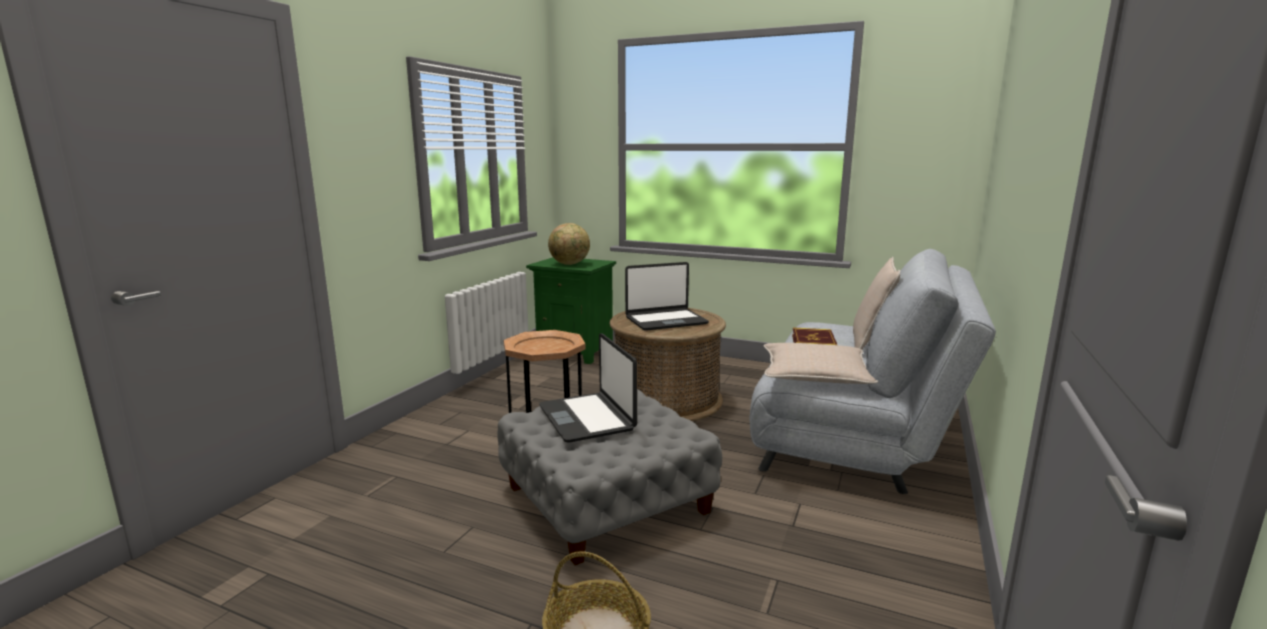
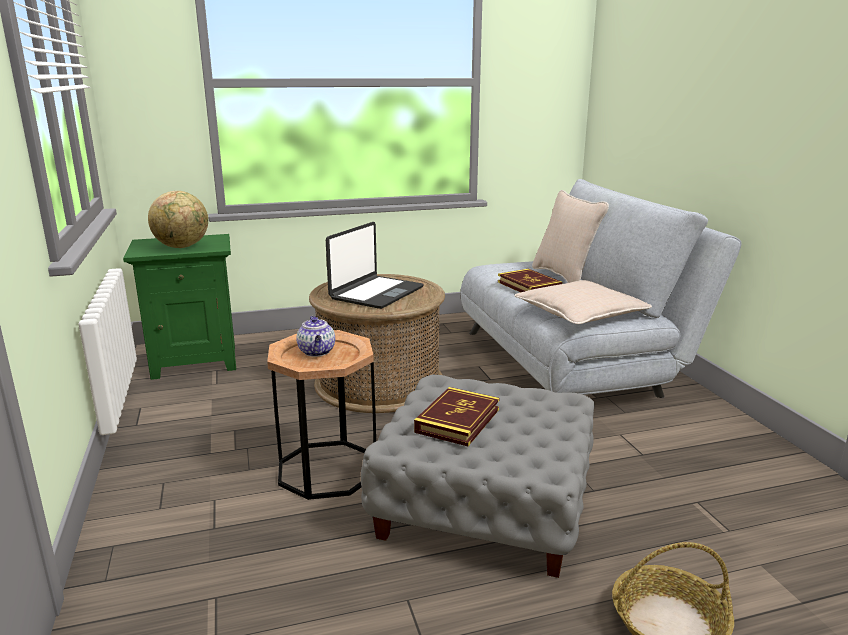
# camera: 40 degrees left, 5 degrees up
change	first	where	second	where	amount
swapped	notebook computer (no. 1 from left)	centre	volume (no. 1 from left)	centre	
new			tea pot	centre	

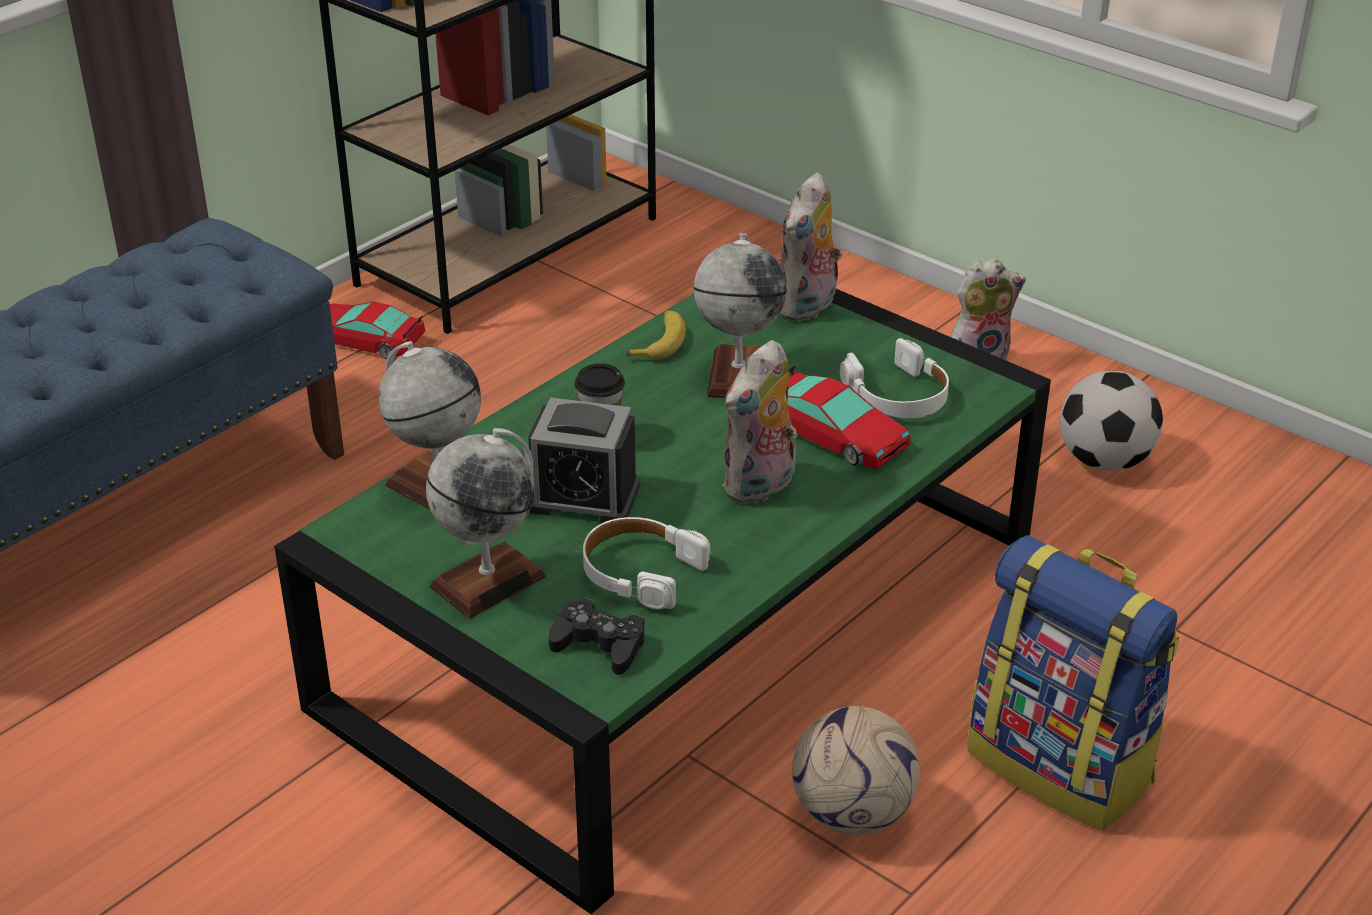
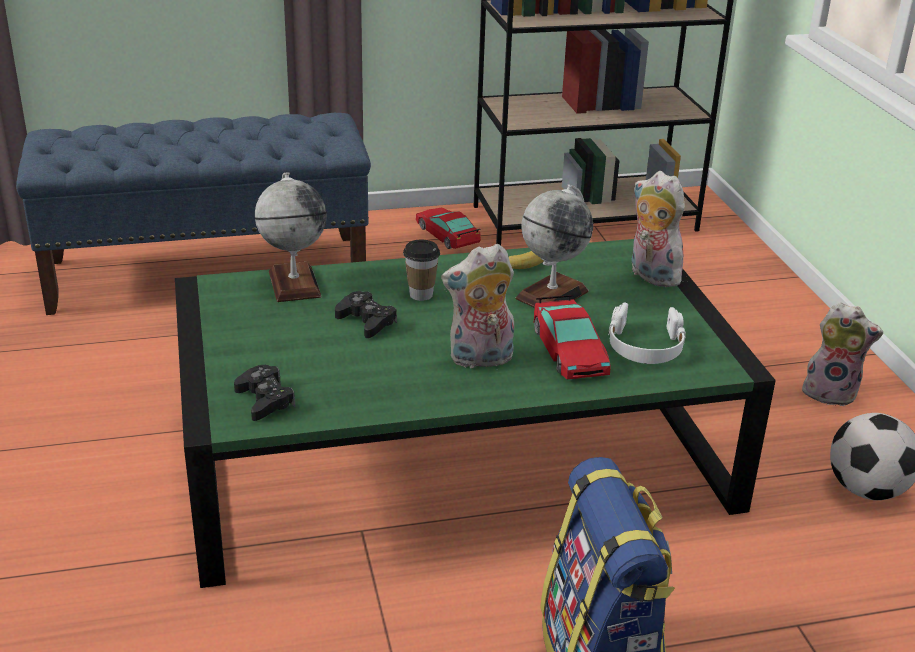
# camera: 35 degrees right, 5 degrees down
change	first	where	second	where	amount
gone	globe (no. 2 from left)	centre			
swapped	bedside clock	centre	black joypad (no. 2 from left)	centre	
gone	white-coloured headset (no. 1 from left)	centre			
rotated	cuddly toy (no. 2 from left)	top centre		middle right	75 degrees clockwise
gone	football (no. 1 from left)	bottom centre			

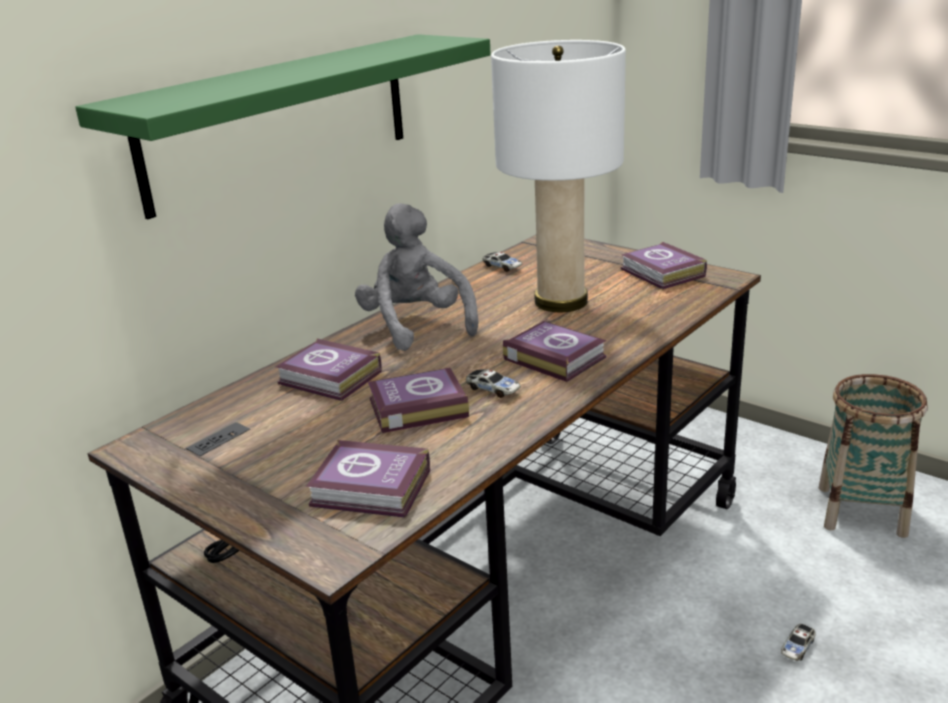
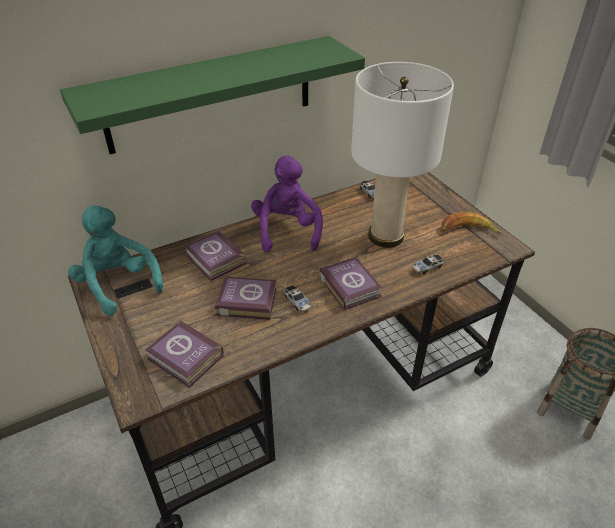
# camera: 20 degrees right, 15 degrees up
change	first	where	second	where	amount
repainted	greyish cuddly toy	centre	purple cuddly toy	centre	
swapped	volume (no. 5 from left)	middle right	banana	middle right	
shifted	toy car (no. 3 from left)	bottom right		middle right	
new			blue-green cuddly toy	middle left	

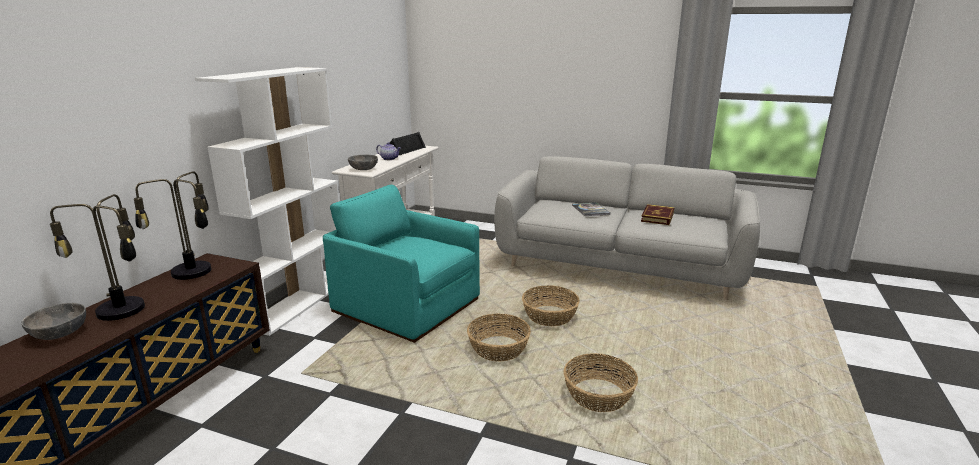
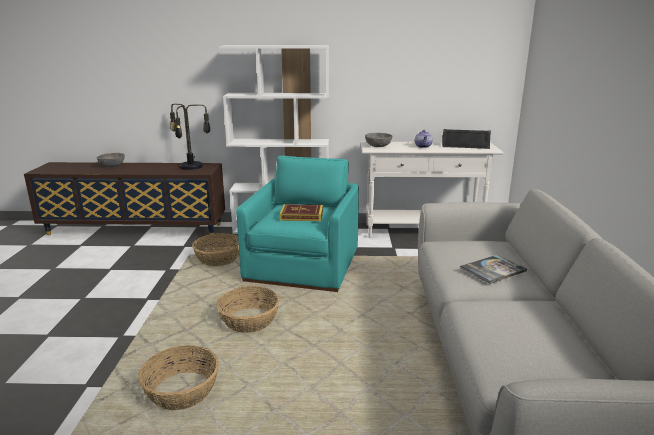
# camera: 70 degrees right, 0 degrees up
change	first	where	second	where	amount
gone	lamp for a table (no. 1 from left)	middle left			
shifted	storage basket (no. 2 from left)	centre		middle left	
shifted	volume (no. 2 from left in the first image)	middle right	volume (no. 1 from left)	centre	

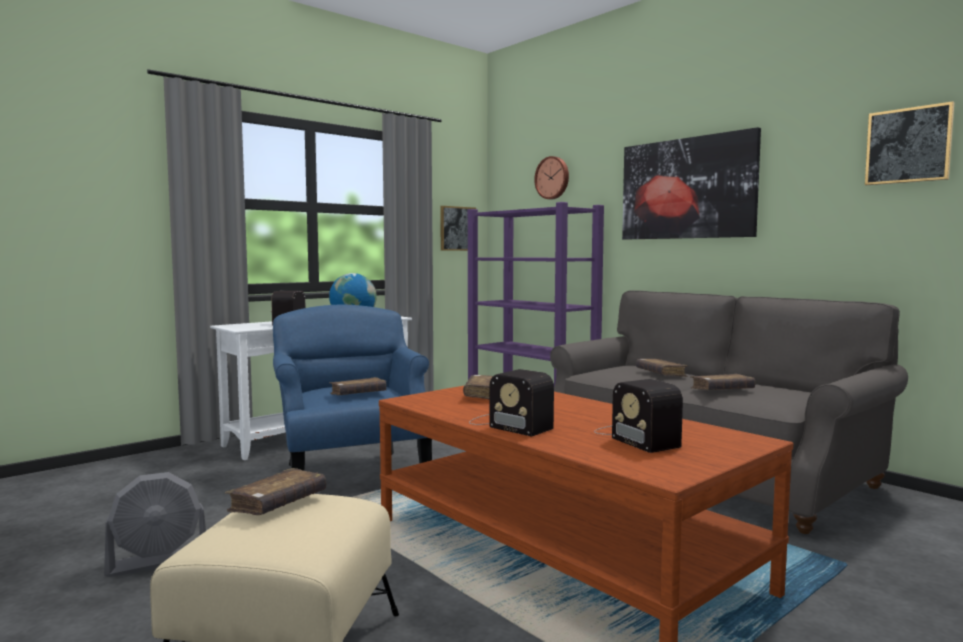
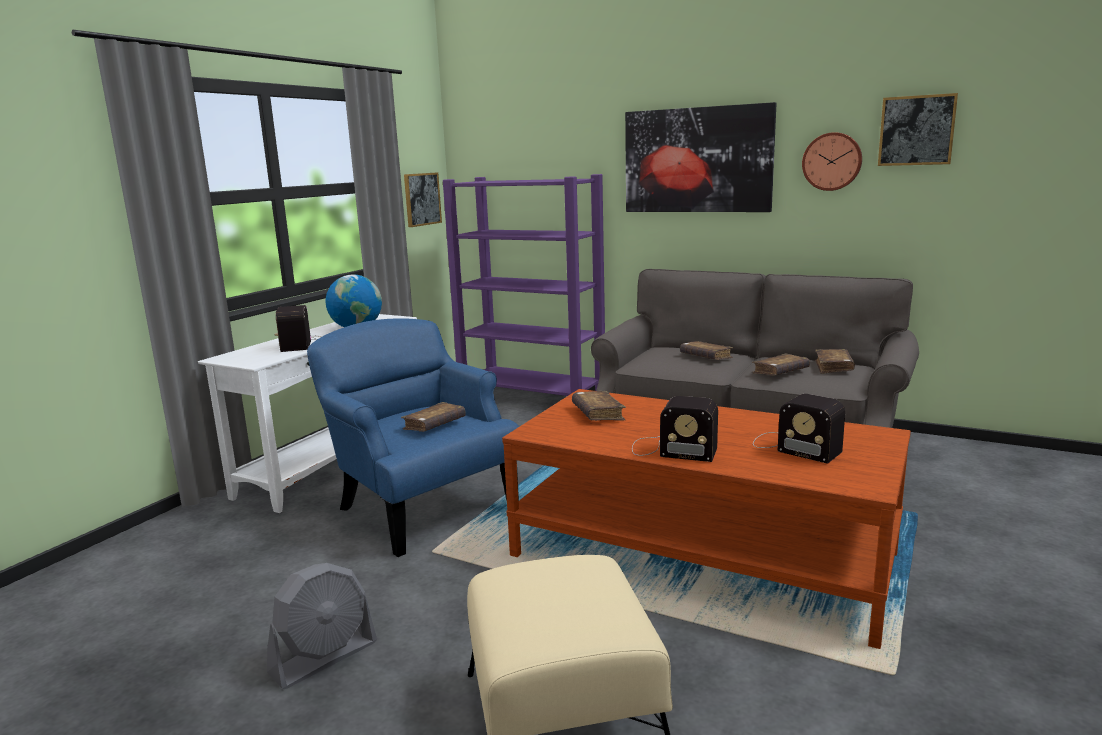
# camera: 20 degrees left, 10 degrees up
change	first	where	second	where	amount
shifted	brownish volume (no. 1 from left in the first image)	bottom left	brownish volume (no. 5 from left)	middle right	
shifted	clock on the wall	top centre		top right	

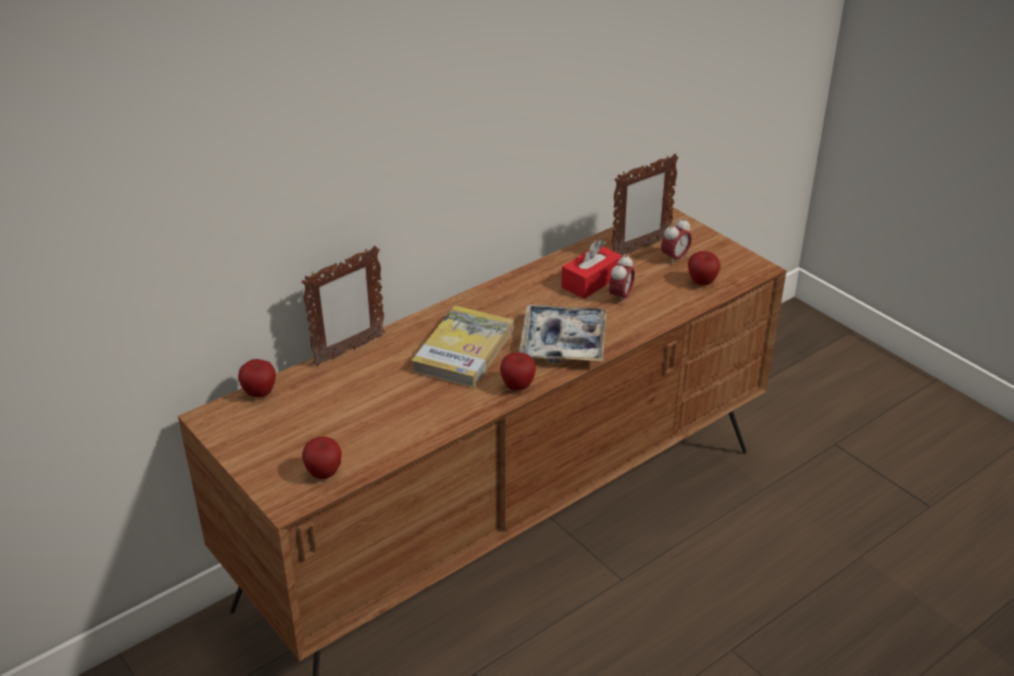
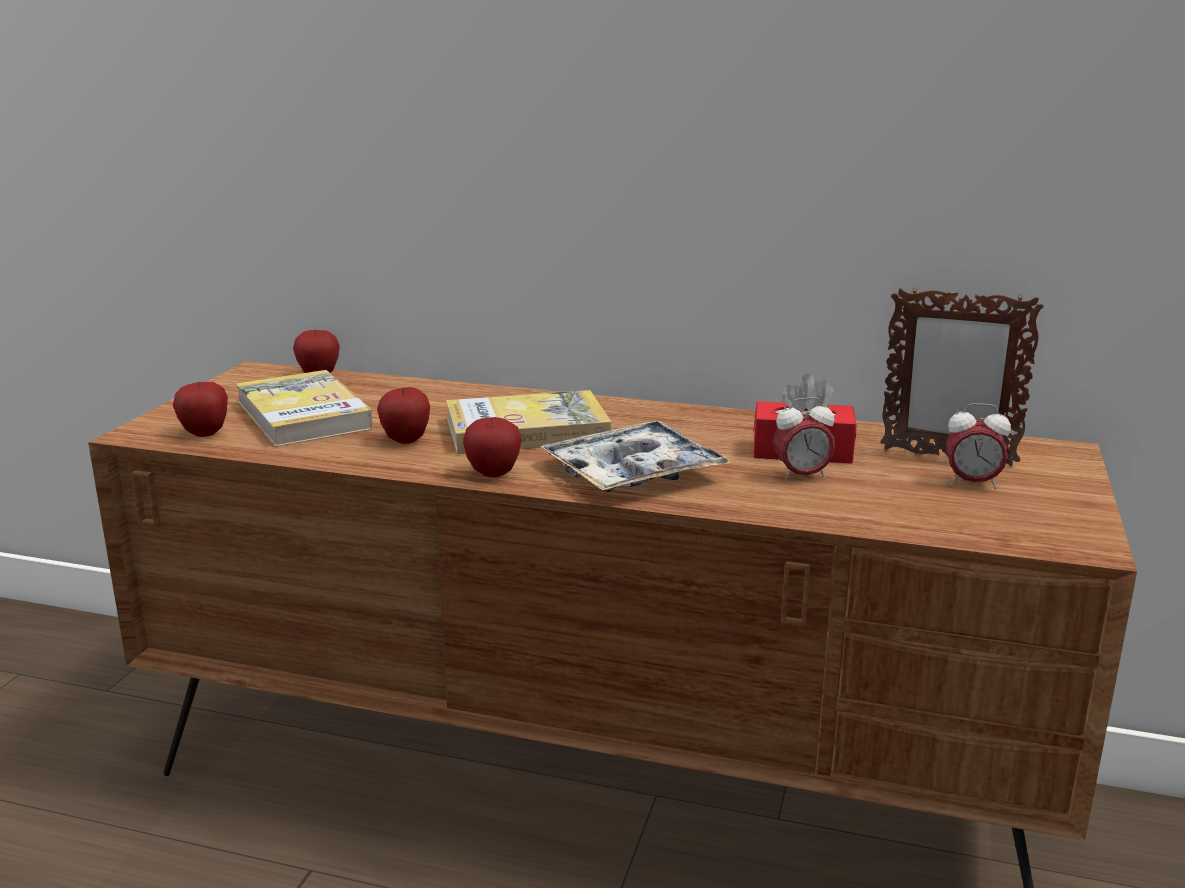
# camera: 55 degrees right, 15 degrees down
change	first	where	second	where	amount
gone	photo frame (no. 1 from left)	centre			
shifted	apple (no. 4 from left in the first image)	middle right	apple (no. 3 from left)	centre	
new			volume (no. 1 from left)	middle left	

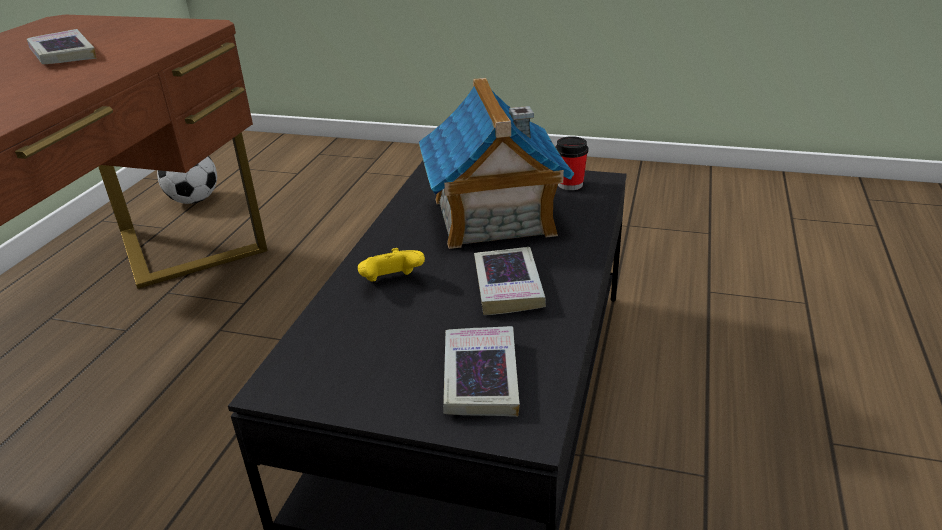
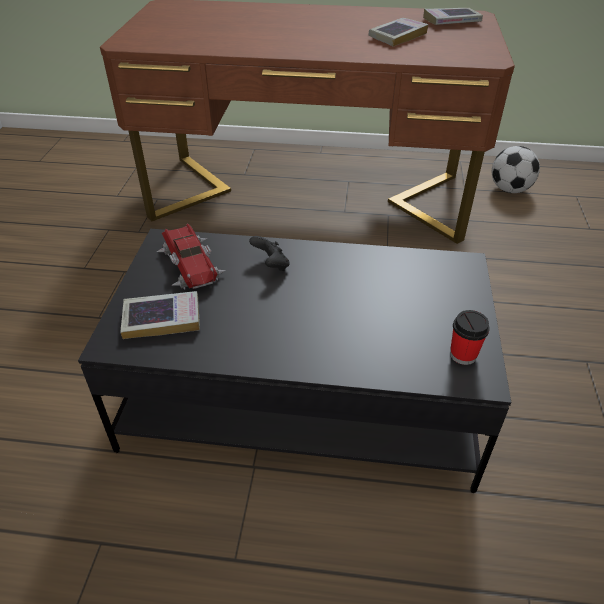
# camera: 80 degrees right, 10 degrees up
change	first	where	second	where	amount
repainted	yellowish joypad	centre	black joypad	centre	
gone	toy house	top centre			
shifted	volume (no. 3 from left)	centre		top right	
new			toy car	middle left	

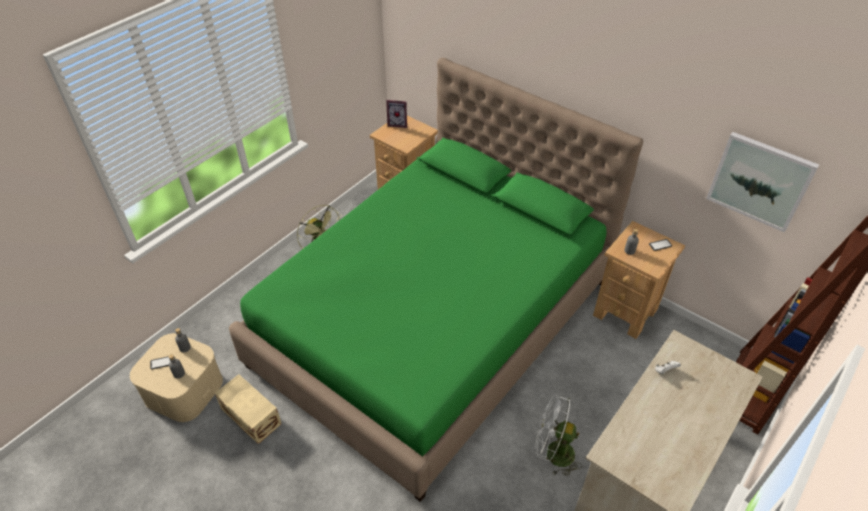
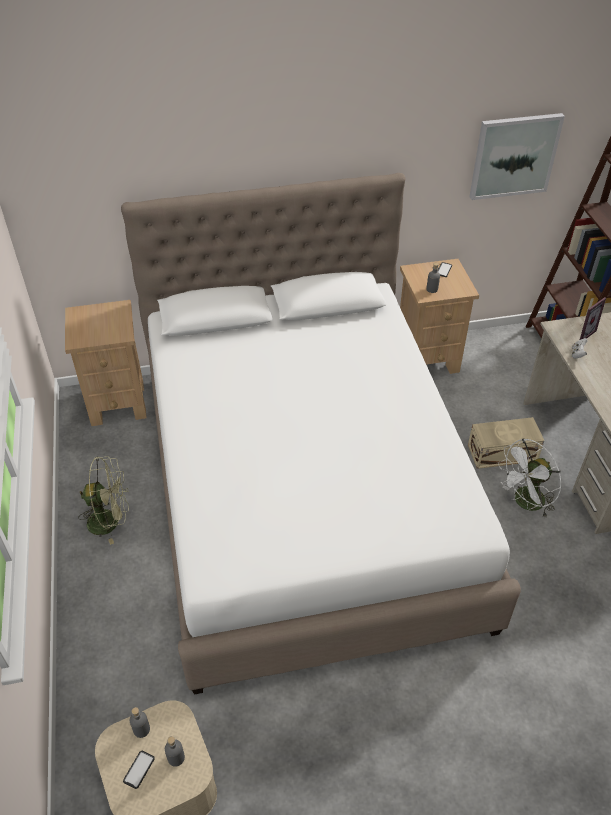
# camera: 50 degrees left, 0 degrees up
change	first	where	second	where	amount
shifted	beige-coloured storage bin (no. 2 from left)	bottom left		middle right	
repainted	greenish bed	centre	white-coloured bed	centre	
shifted	photo frame	top centre		middle right	

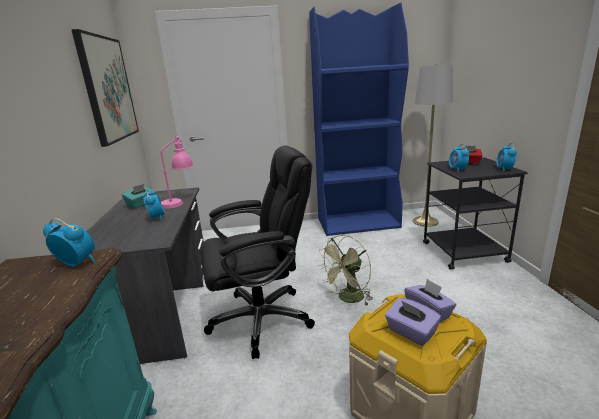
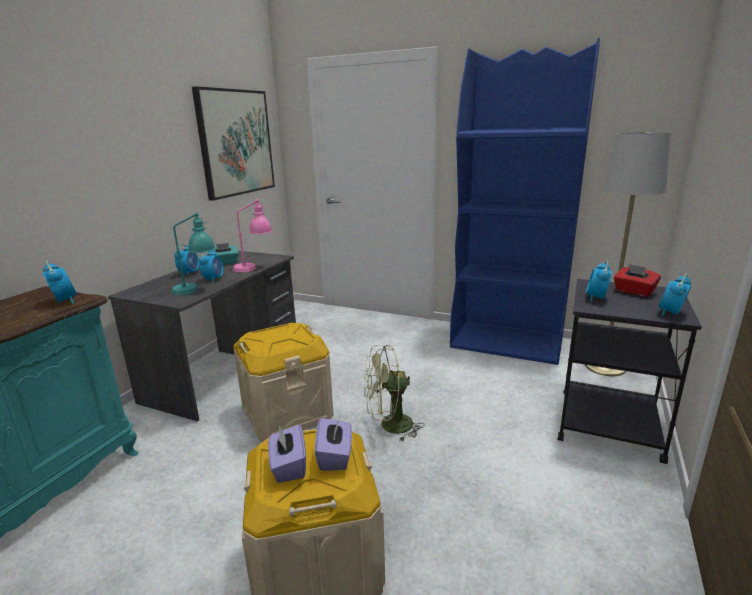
# camera: 30 degrees right, 0 degrees up
change	first	where	second	where	amount
swapped	black desk chair	centre	beige-coloured storage bin (no. 1 from left)	centre	
new			blue-green lamp for a table	middle left	
new			bedside clock (no. 2 from left)	middle left	

